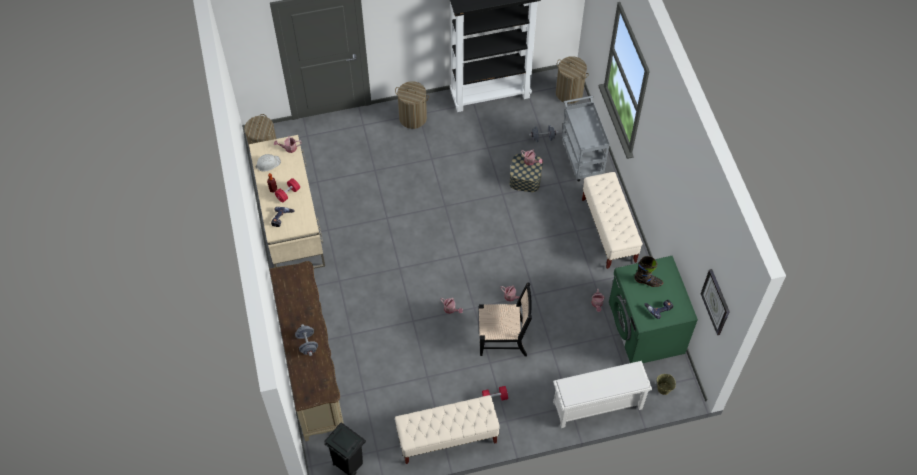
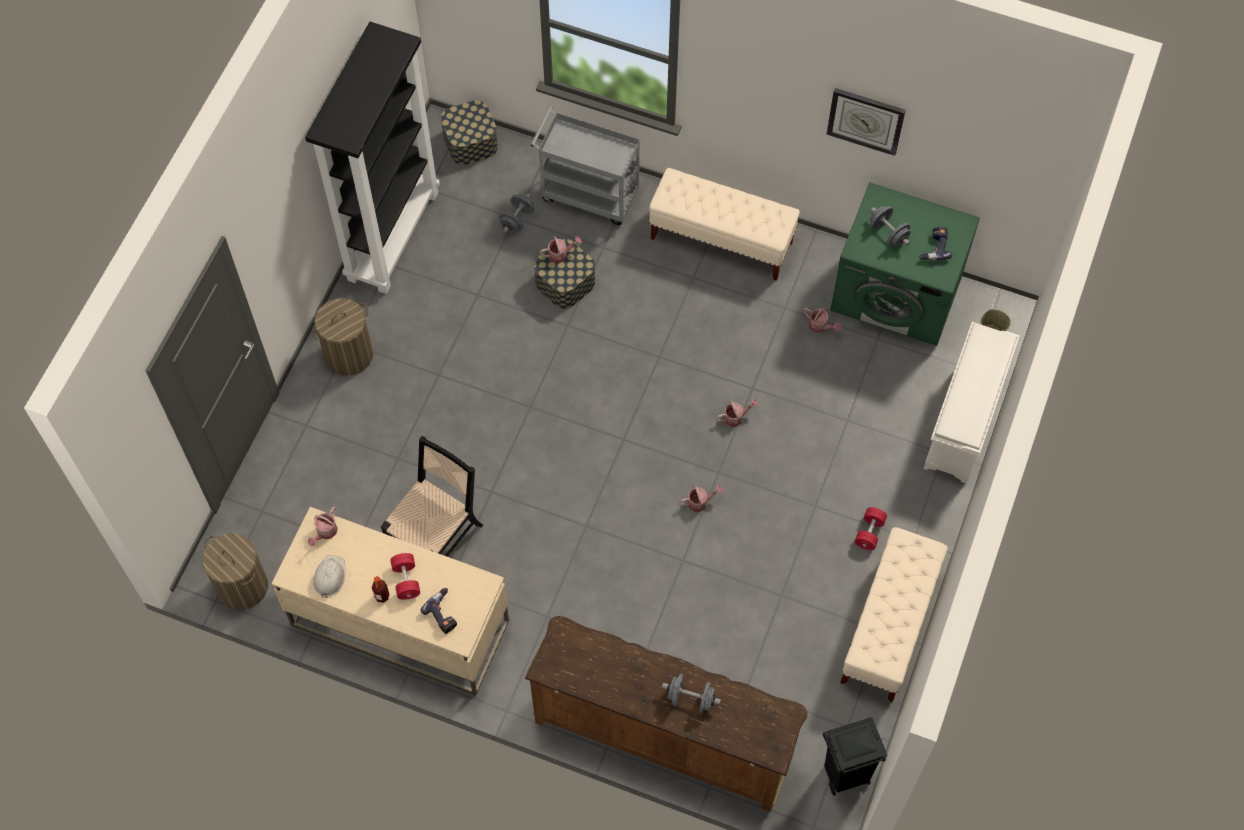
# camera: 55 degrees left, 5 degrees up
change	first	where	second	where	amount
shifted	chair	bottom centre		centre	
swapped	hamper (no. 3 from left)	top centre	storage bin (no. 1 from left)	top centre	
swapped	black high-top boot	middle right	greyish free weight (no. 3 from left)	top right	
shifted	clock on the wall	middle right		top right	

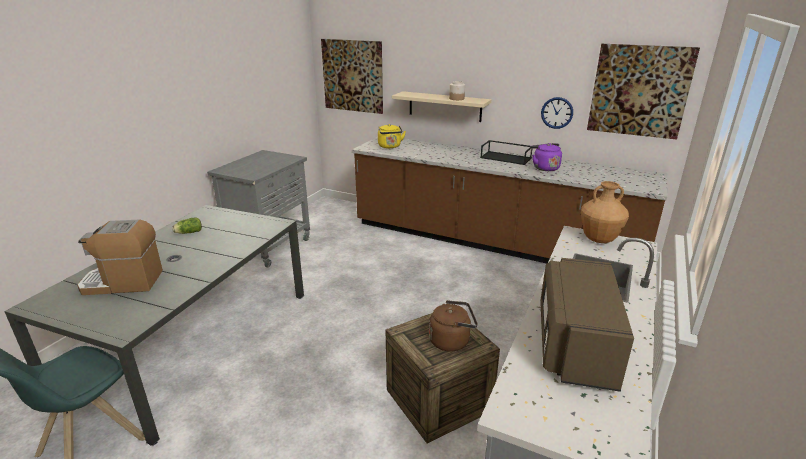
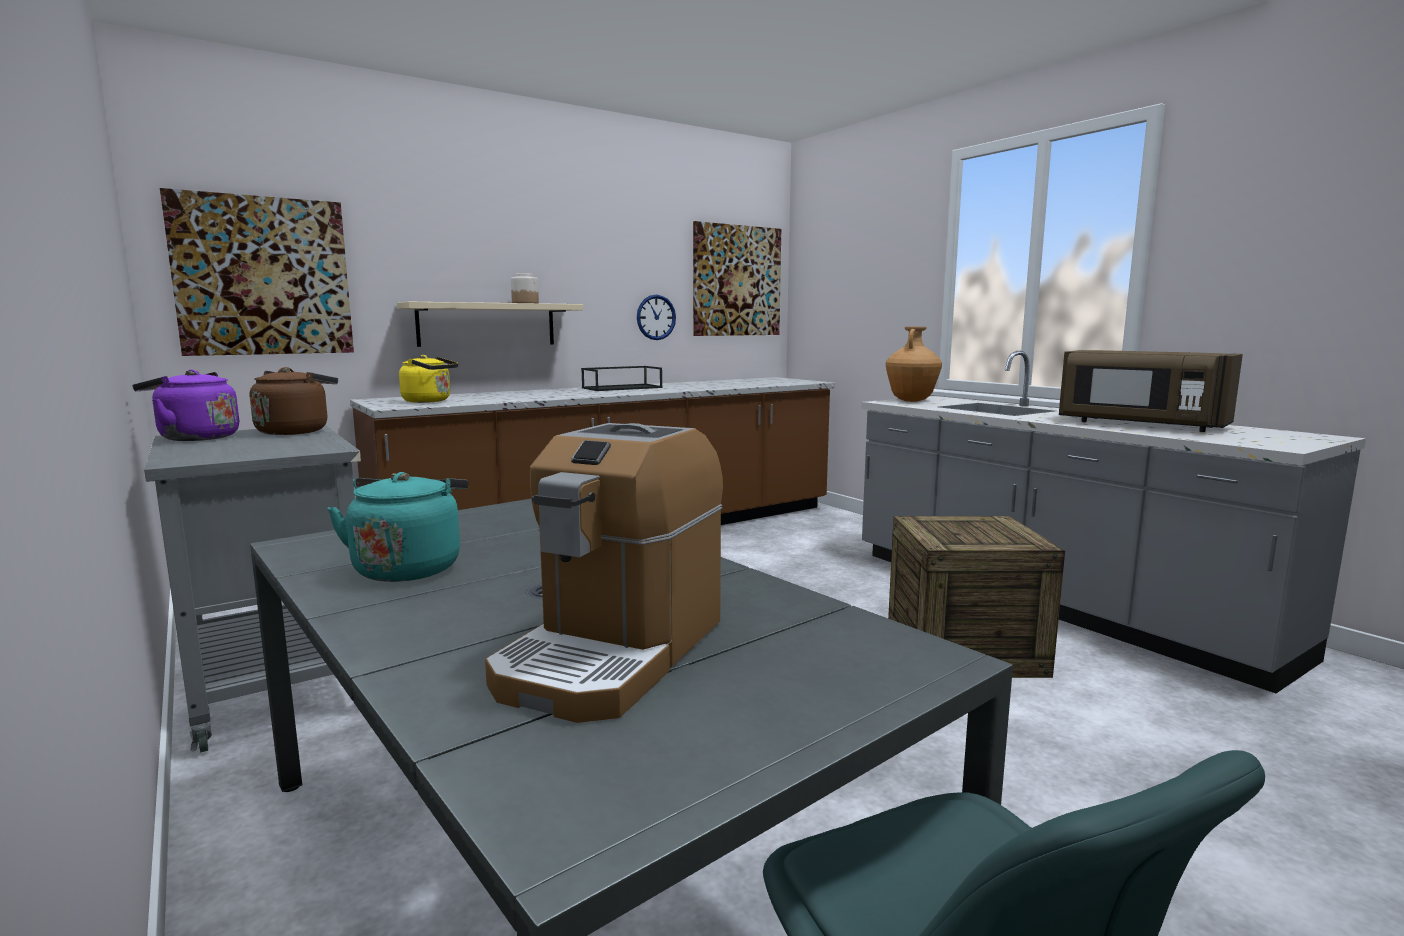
# camera: 60 degrees left, 15 degrees down
change	first	where	second	where	amount
swapped	lettuce	middle left	blue-green kettle	middle left	
shifted	brownish kettle	bottom centre		middle left	
shifted	purple kettle	middle right		middle left	

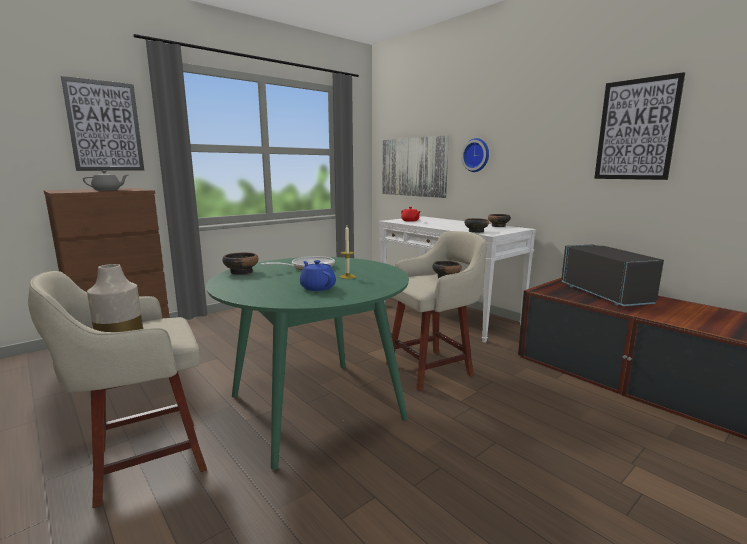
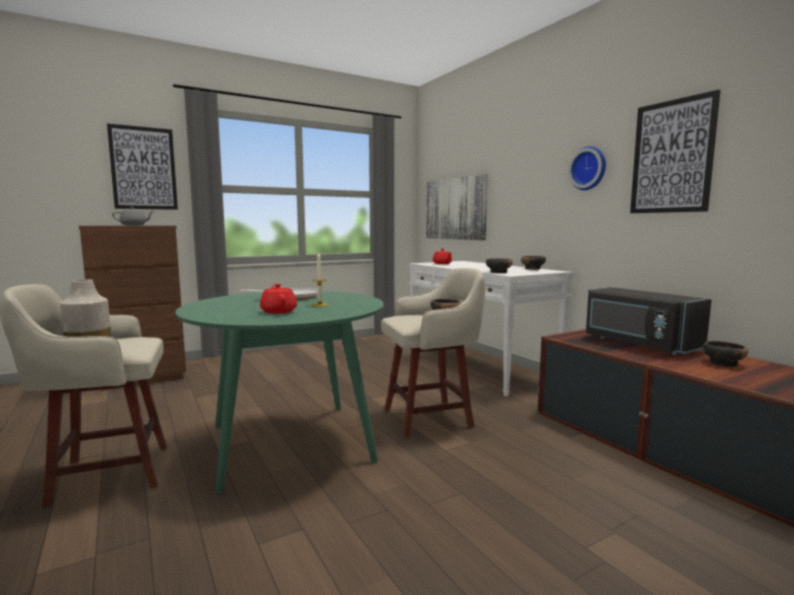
# camera: 10 degrees right, 5 degrees down
change	first	where	second	where	amount
shifted	deep dish (no. 1 from left in the first image)	middle left	deep dish (no. 4 from left)	middle right	
repainted	blue-coloured tea pot	centre	red-coloured tea pot (no. 1 from left)	centre	
shifted	clock on the wall	top centre		top right	
rotated	black microwave	middle right		middle right	150 degrees clockwise

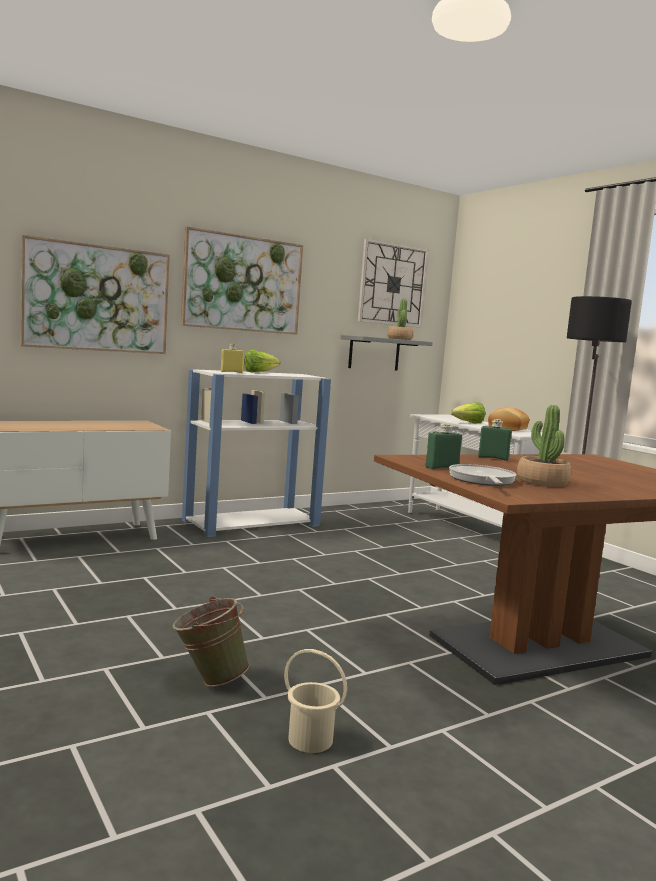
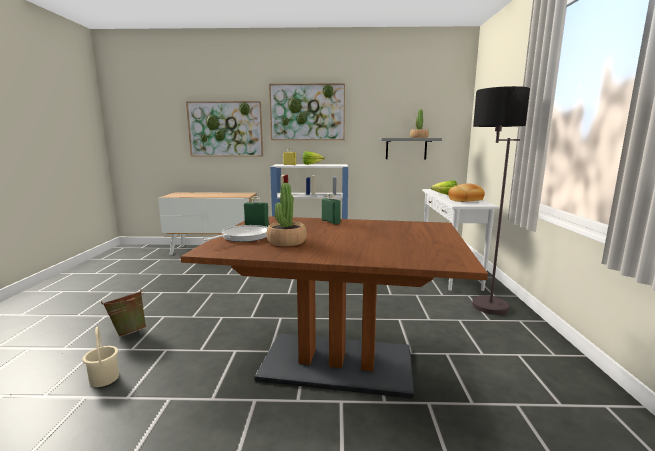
# camera: 35 degrees right, 5 degrees up
change	first	where	second	where	amount
gone	clock on the wall	top centre			

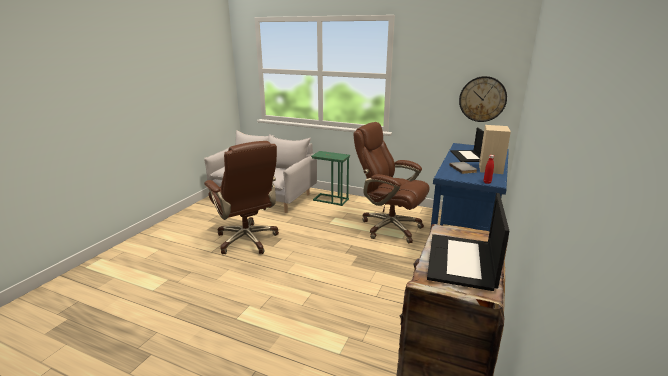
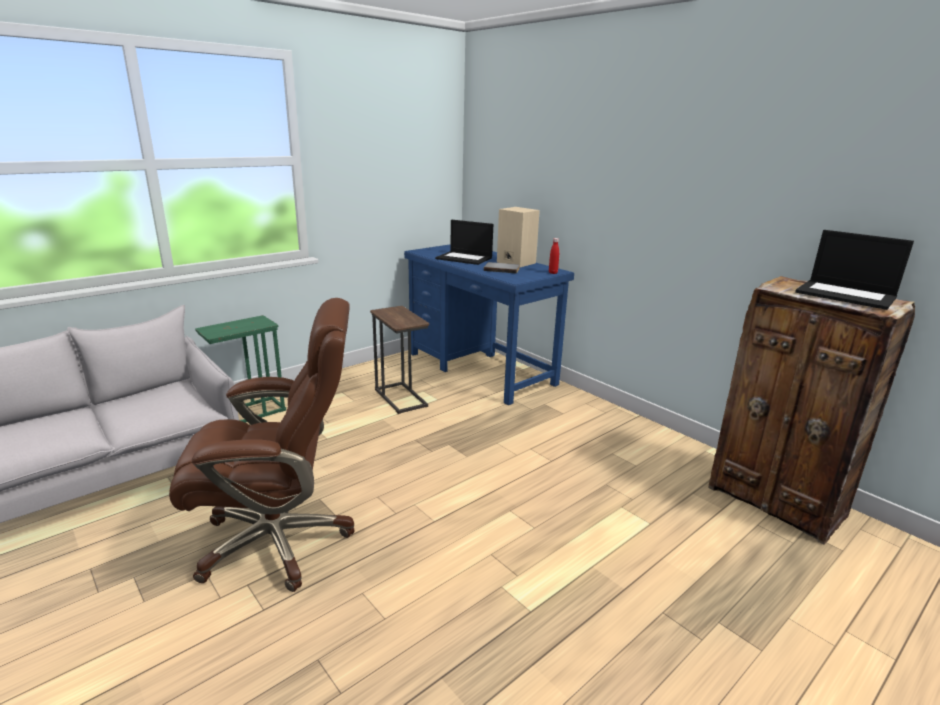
# camera: 65 degrees left, 0 degrees up
change	first	where	second	where	amount
swapped	brownish desk chair (no. 2 from left)	centre	brownish side table	centre	
gone	clock on the wall	top right			

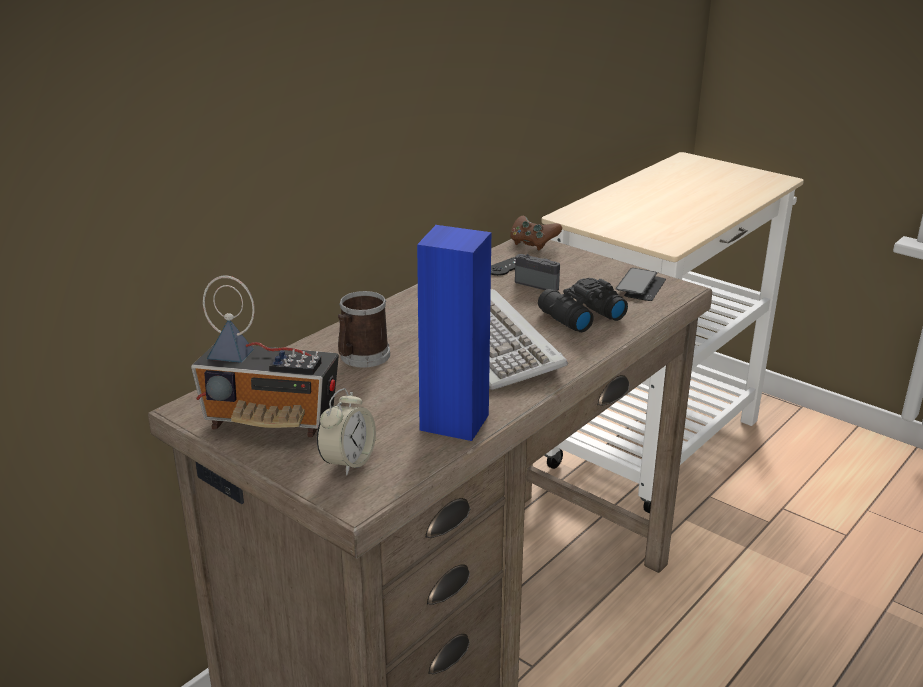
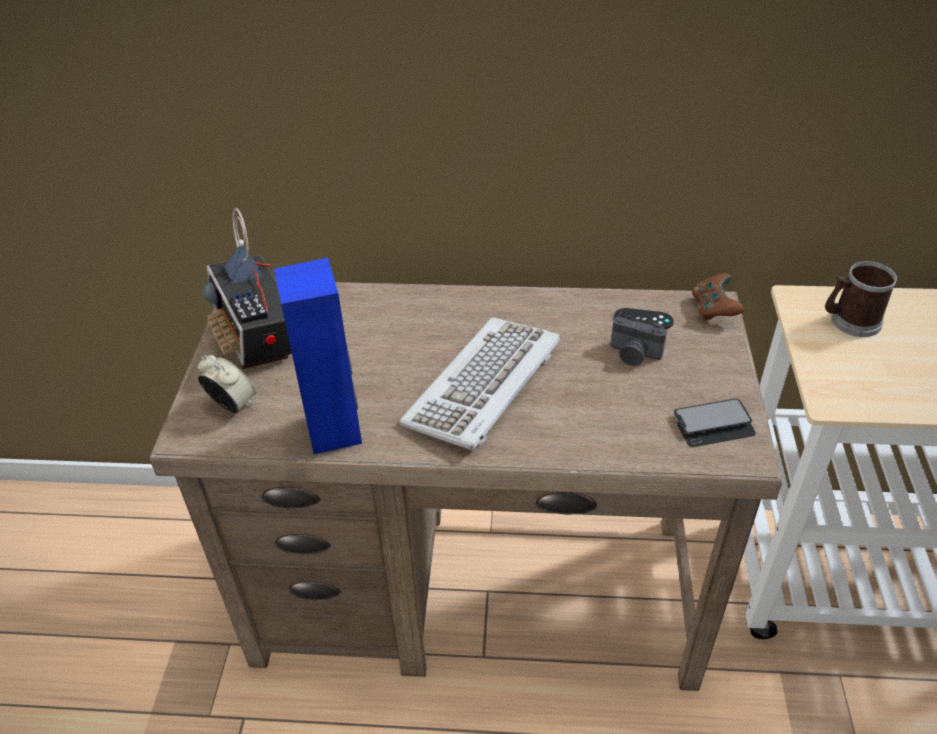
# camera: 55 degrees right, 15 degrees up
change	first	where	second	where	amount
rotated	bedside clock	centre		middle left	135 degrees counterclockwise
shifted	mug	centre		middle right	
rotated	photo camera	centre		middle right	120 degrees clockwise
gone	black field glasses	centre			

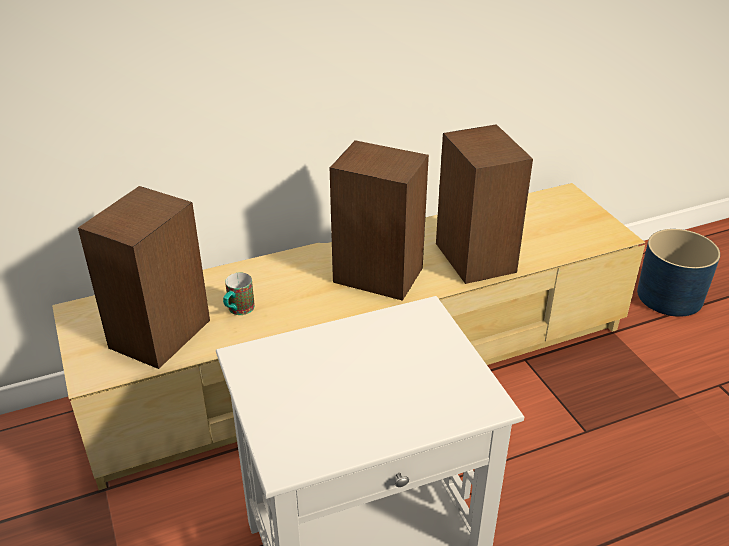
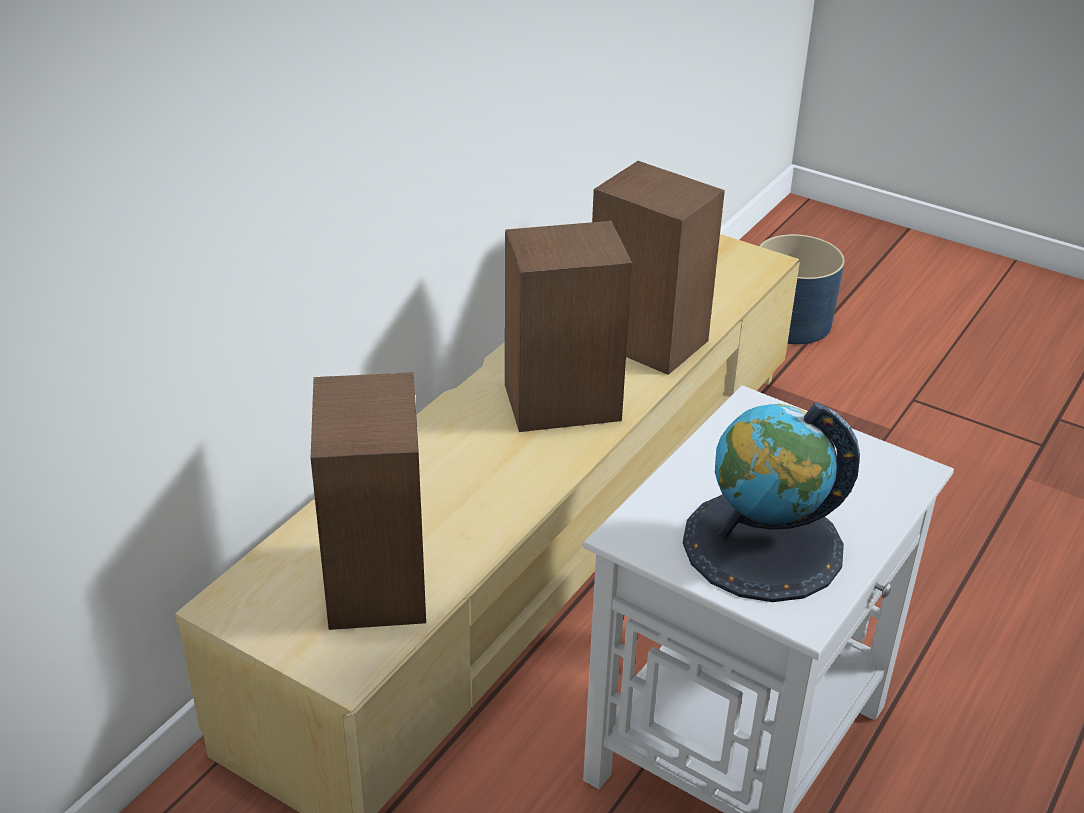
# camera: 35 degrees left, 0 degrees up
change	first	where	second	where	amount
gone	mug	middle left			
new			globe	middle right	

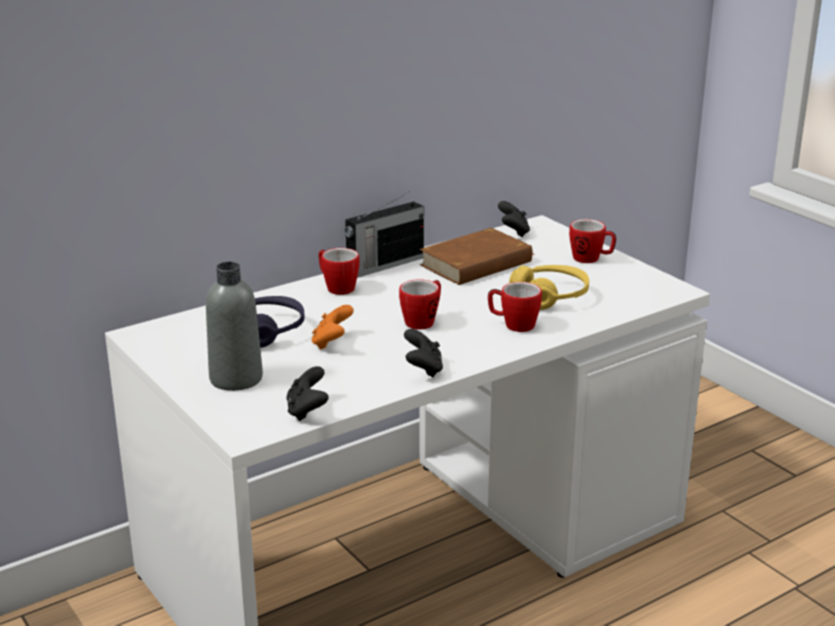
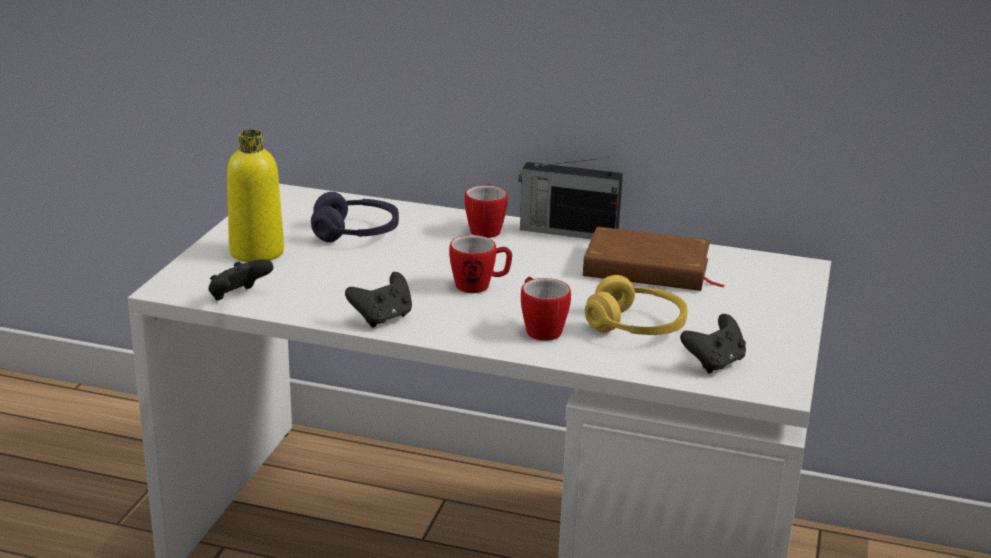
# camera: 50 degrees right, 0 degrees up
change	first	where	second	where	amount
repainted	greyish bottle	middle left	yellowish bottle	middle left	
gone	orange-coloured joypad	centre			
shifted	black joypad (no. 3 from left)	centre		middle right	
gone	mug (no. 4 from left)	middle right			

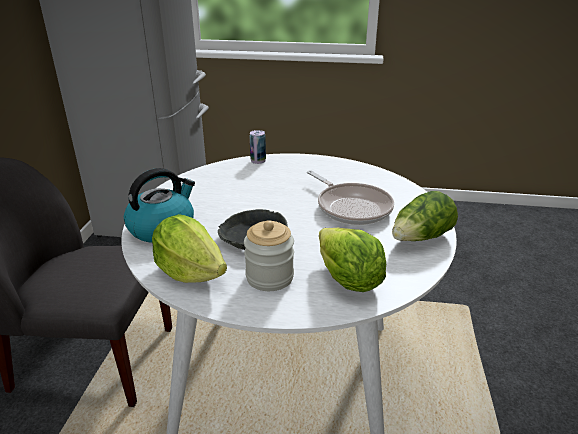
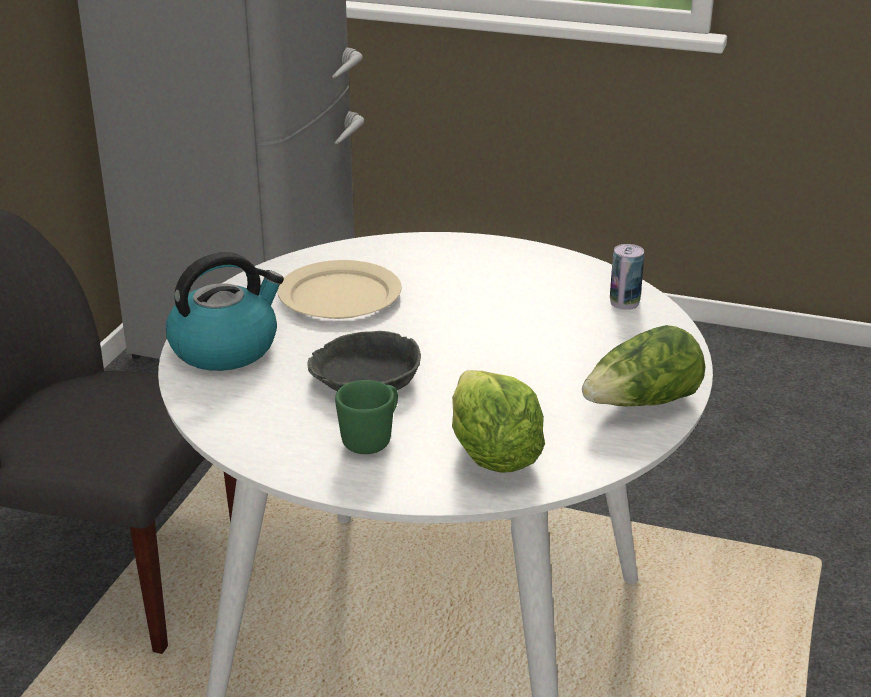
# camera: 10 degrees right, 0 degrees up
change	first	where	second	where	amount
gone	lettuce (no. 1 from left)	middle left			
swapped	jar	centre	greenish mug	centre	
shifted	metal can	centre		middle right	
gone	frying pan	centre			
new			beige-coloured dinner plate	centre	

